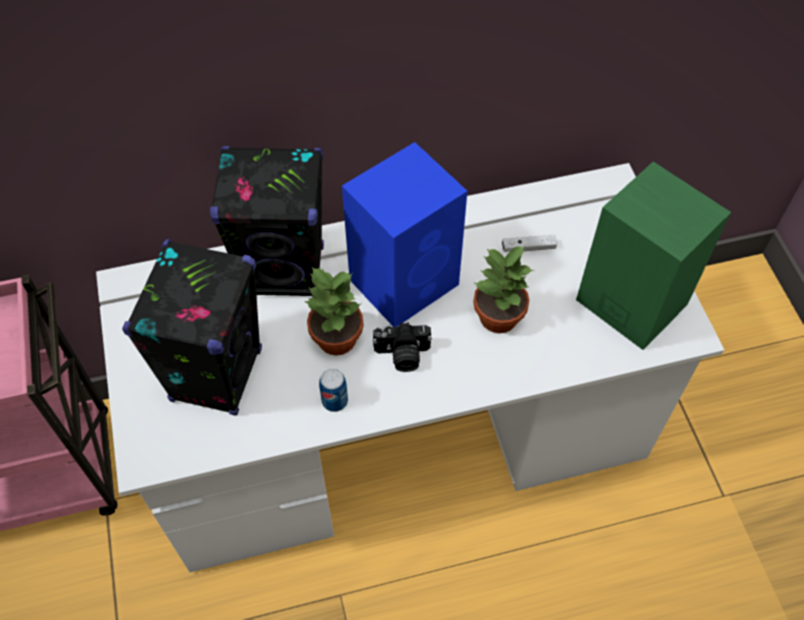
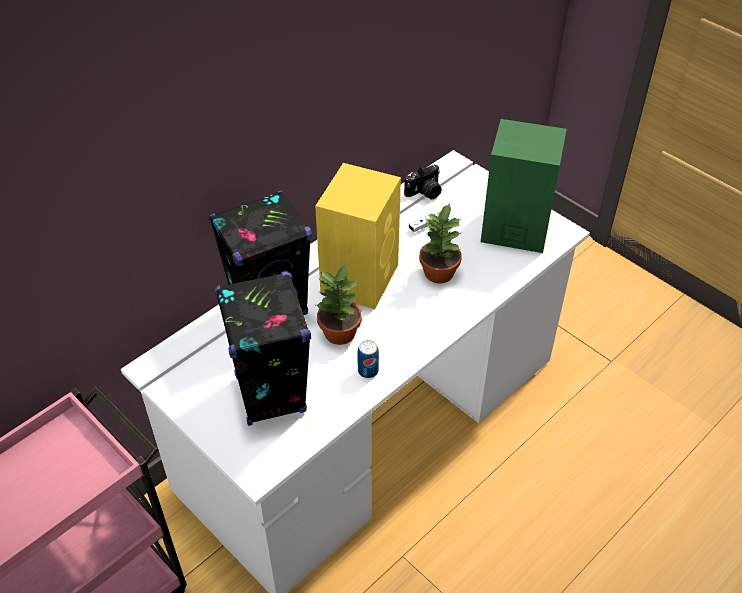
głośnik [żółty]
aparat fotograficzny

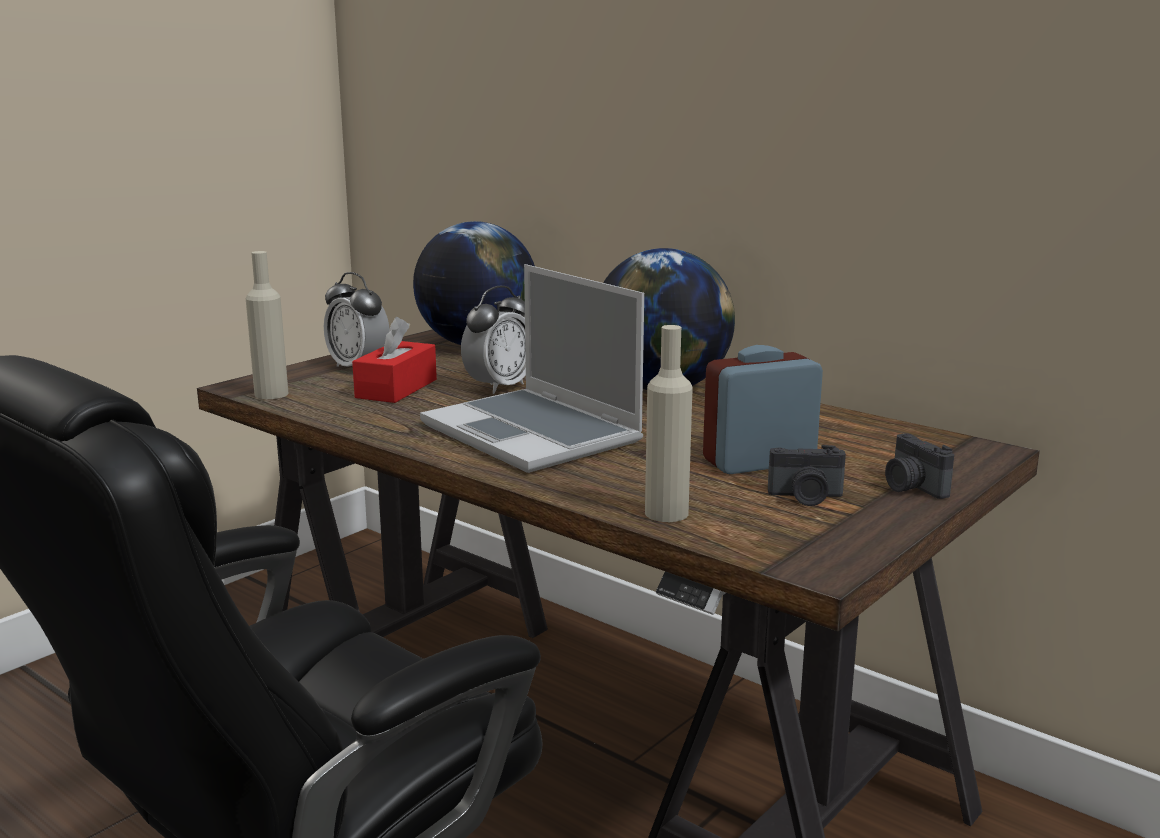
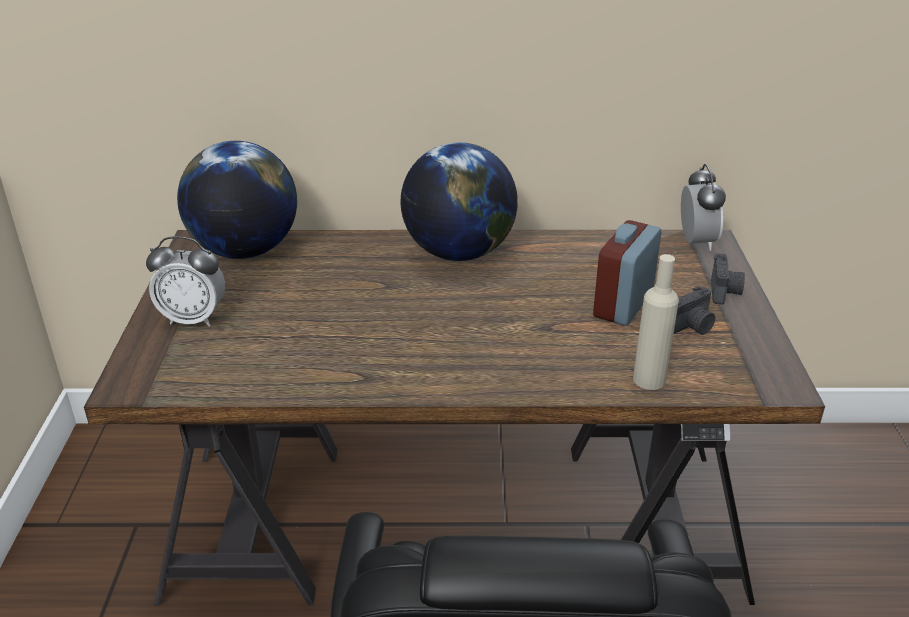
butelka [beżowy] (1st from left in the first image)
laptop
budzik (3rd from left)
pudełko chusteczek [czerwony]
aparat fotograficzny (2nd from left)

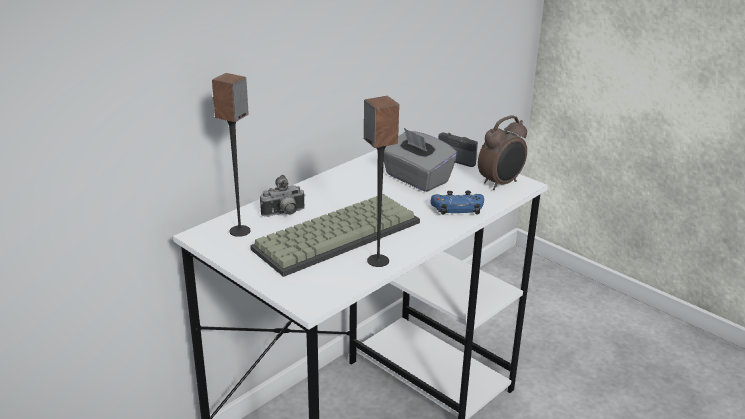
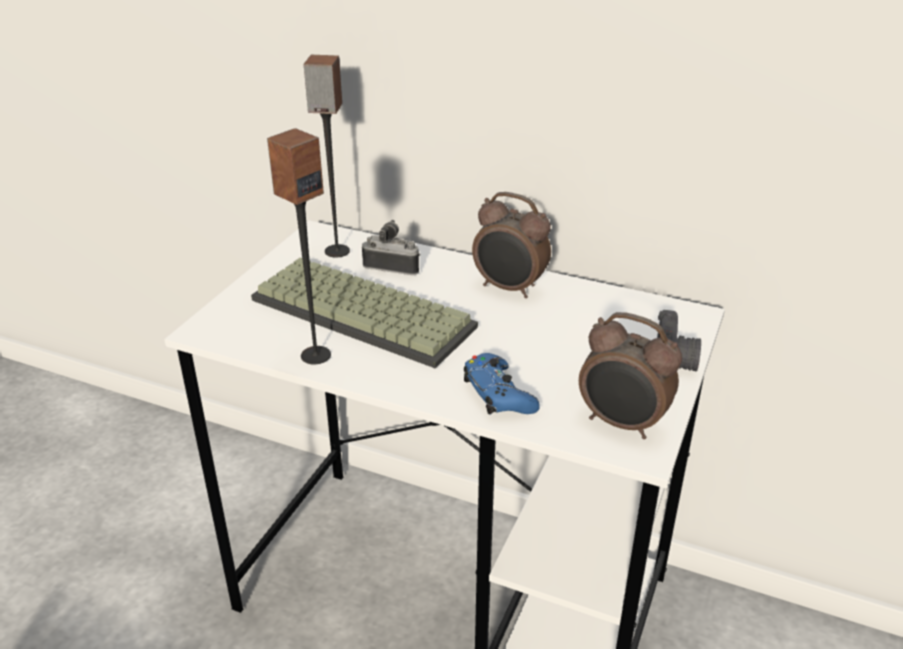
pudełko chusteczek [szary]
aparat fotograficzny (1st from left)
budzik (1st from left)

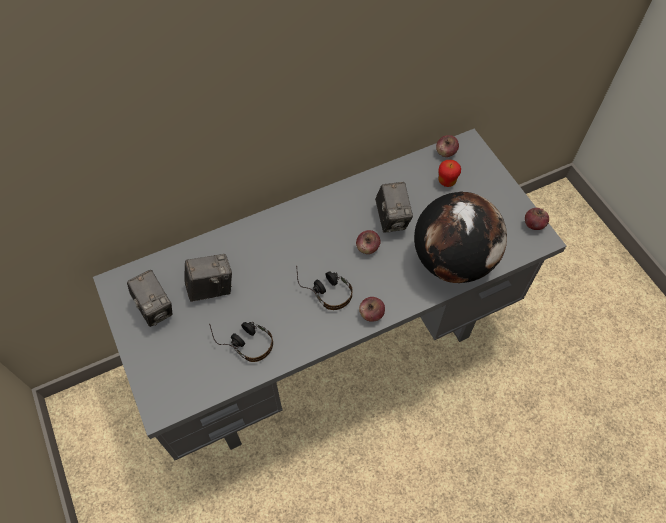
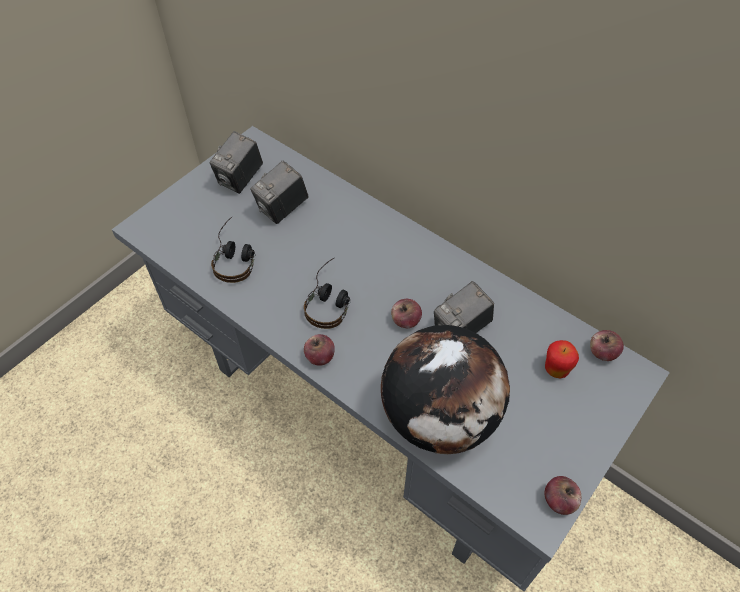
aparat fotograficzny (2nd from left)

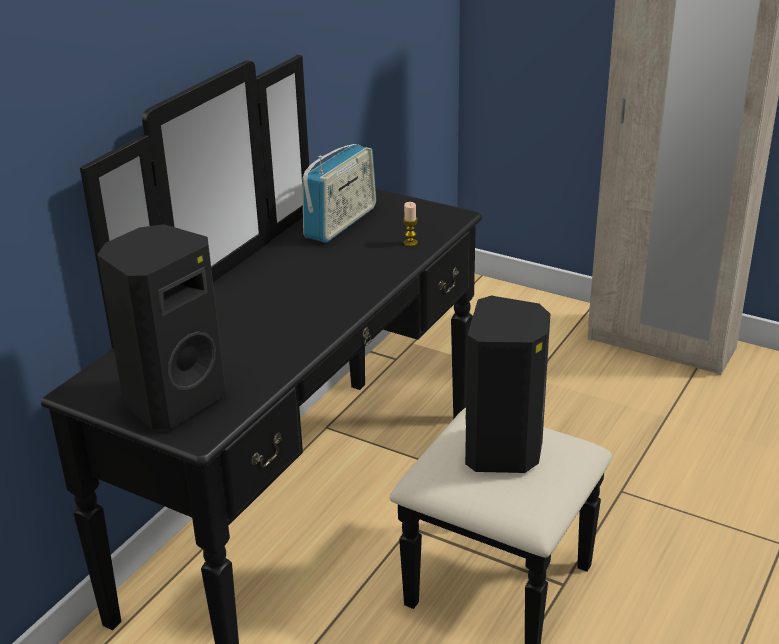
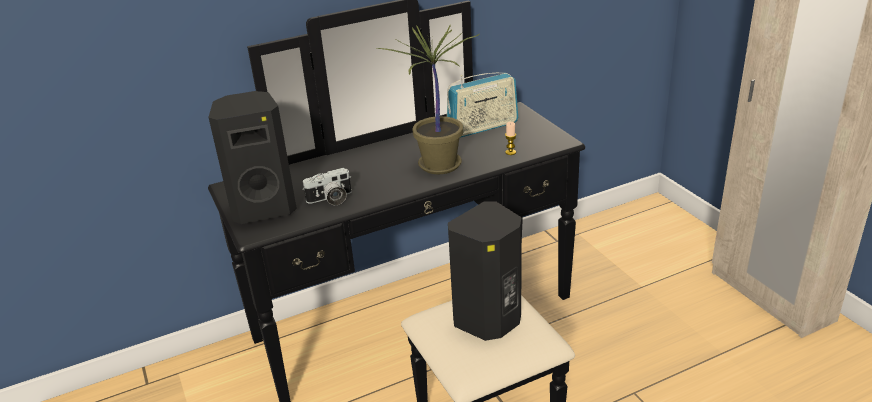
roślina doniczkowa
aparat fotograficzny

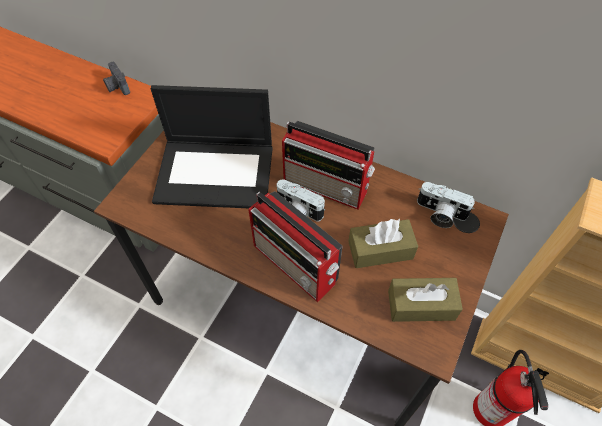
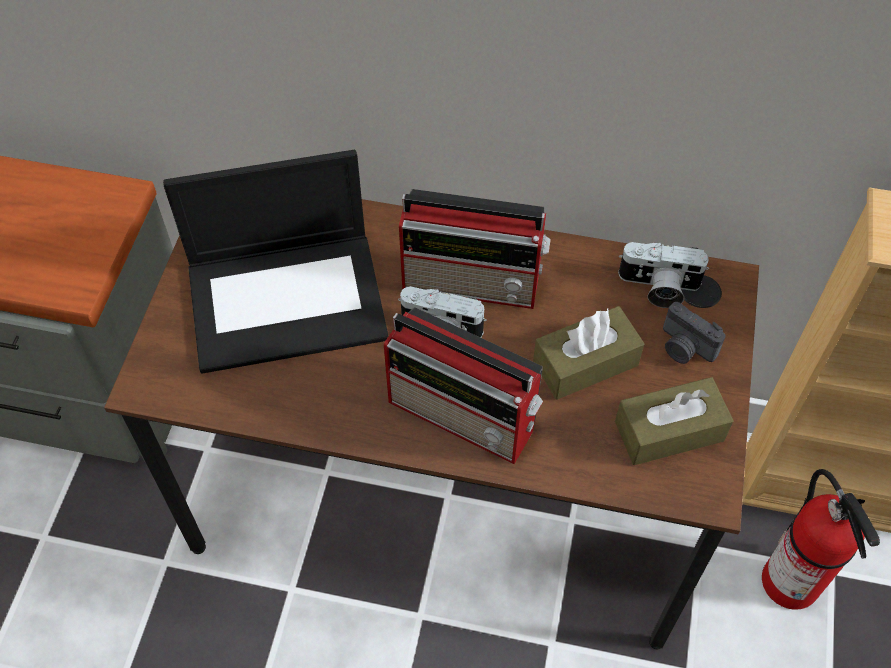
aparat fotograficzny (3rd from left)

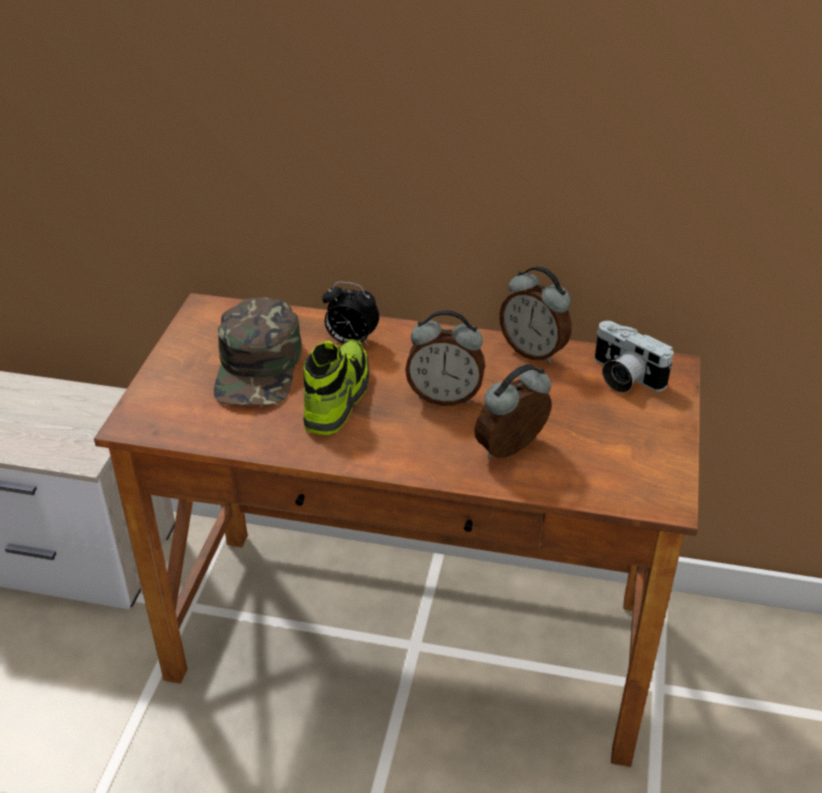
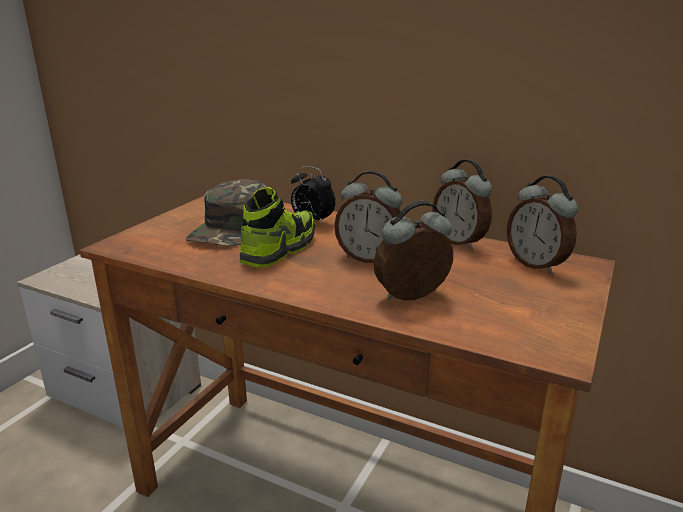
budzik (5th from left)

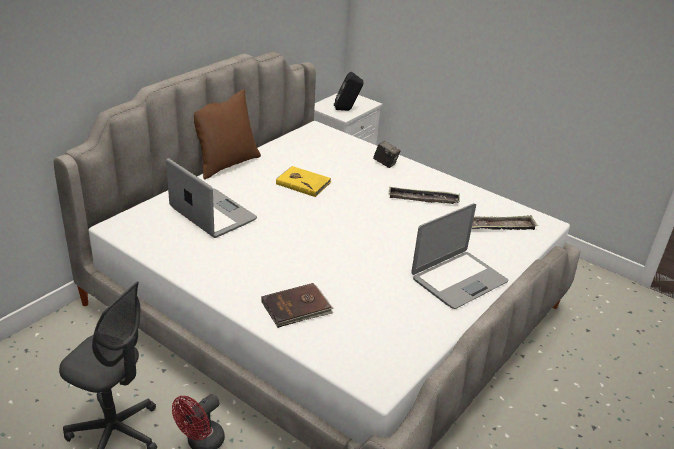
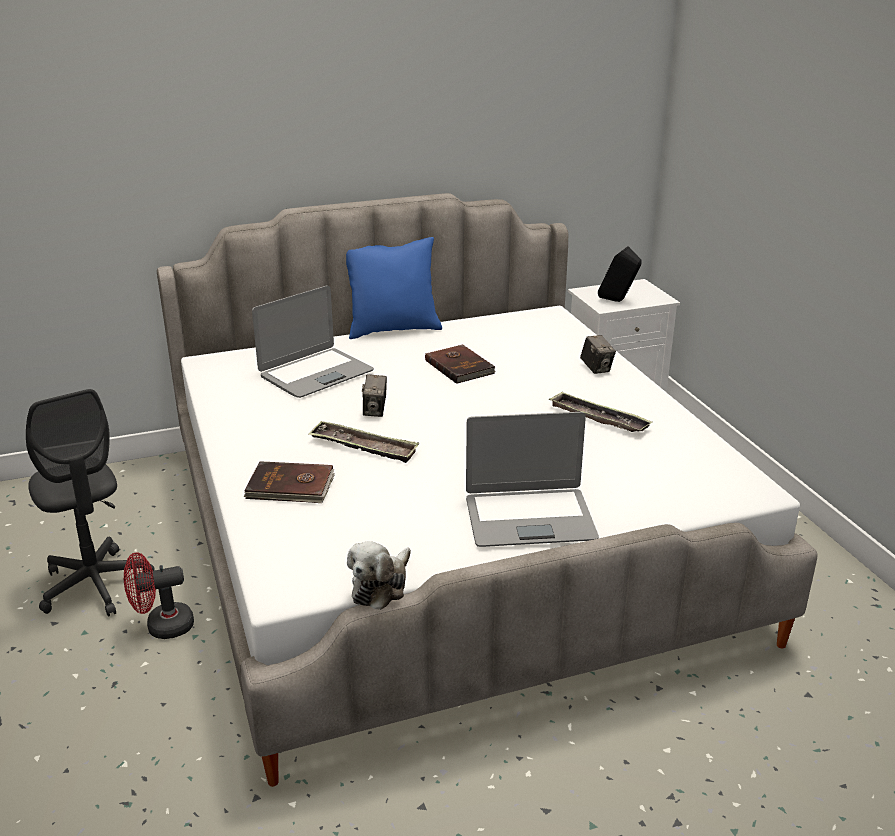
poduszka [niebieski]
laptop (1st from left)
książka [brązowy] (2nd from left)
taca (1st from left)
aparat fotograficzny (1st from left)
pluszak

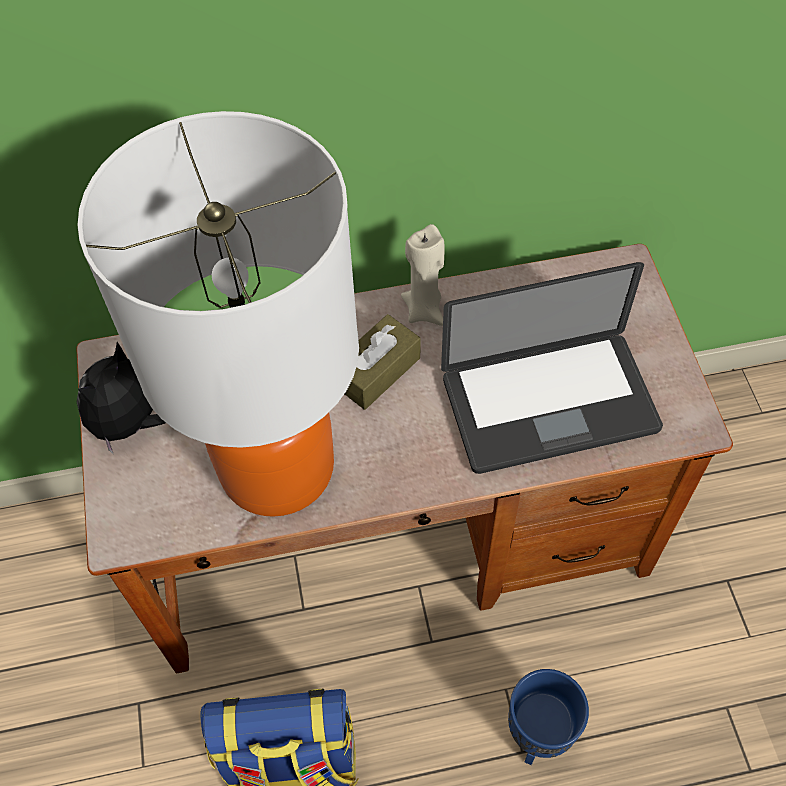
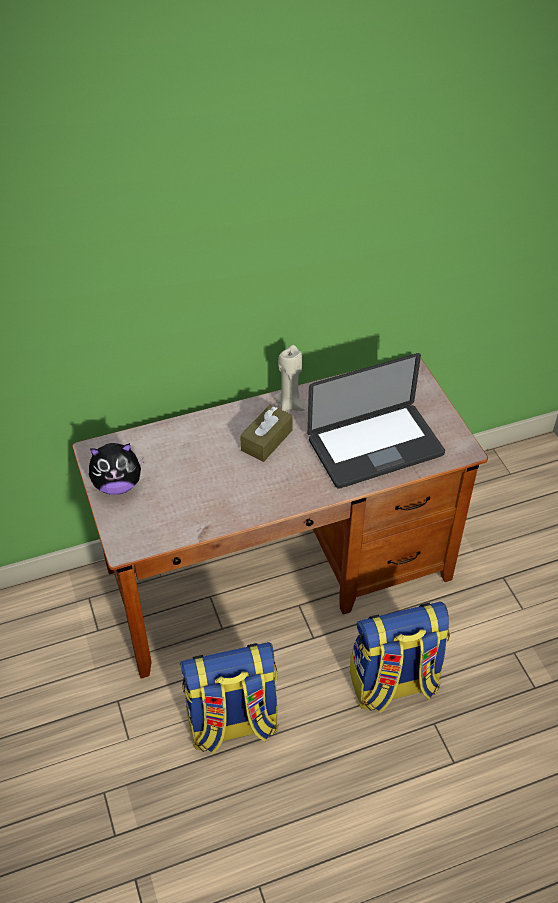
lampa stołowa
pluszak
plecak (2nd from left)

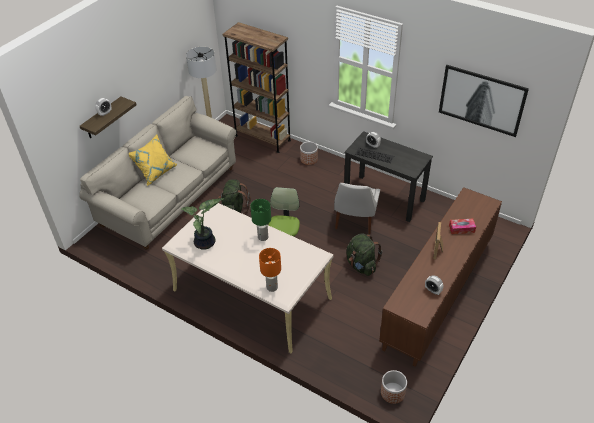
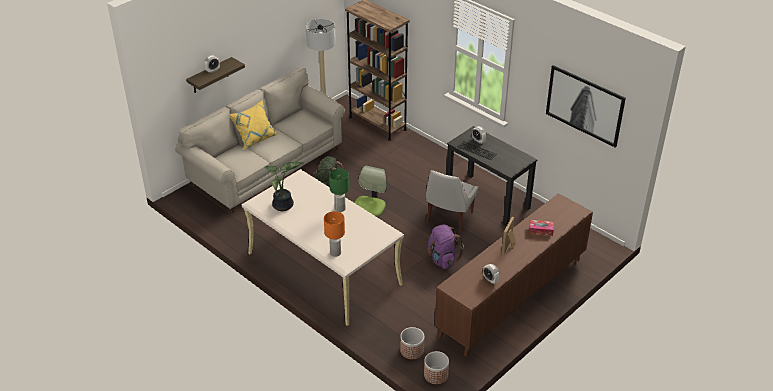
donica (1st from left)
plecak [fioletowy]

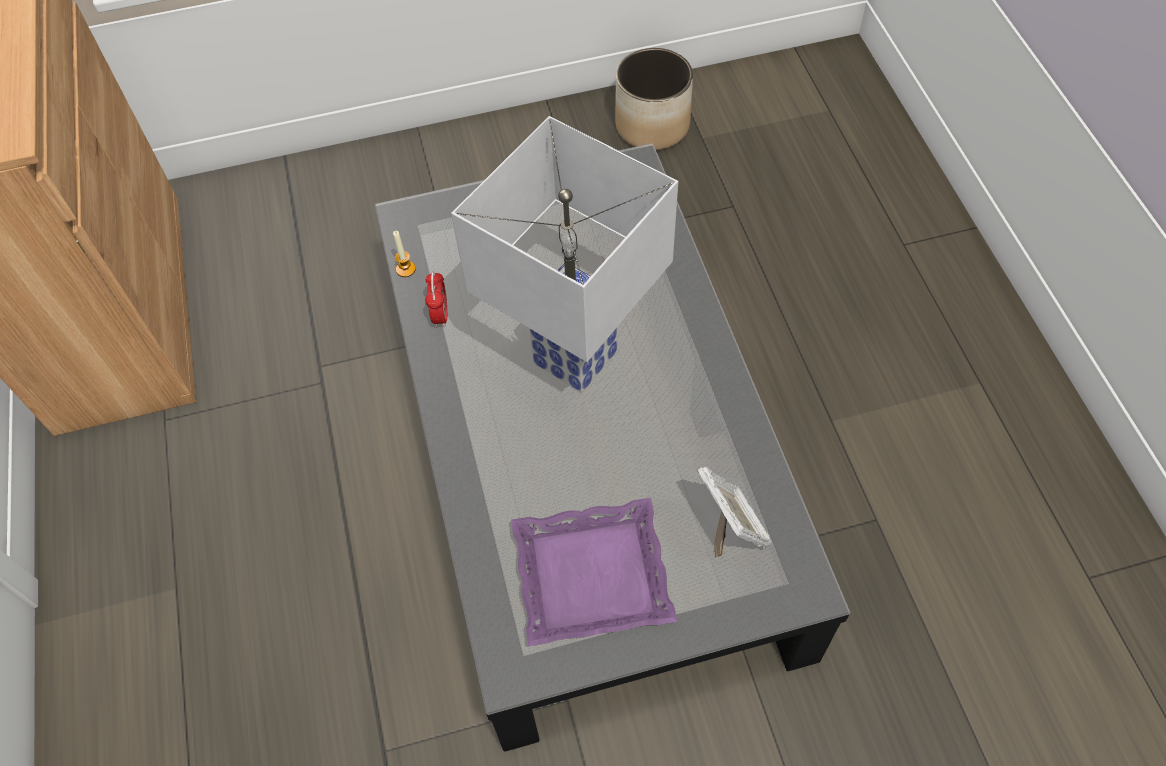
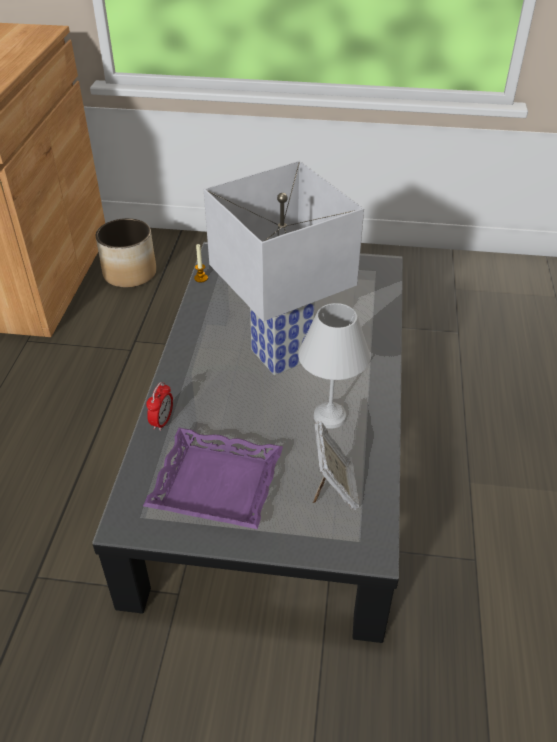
donica
budzik
lampa stołowa [biały] (2nd from left)

